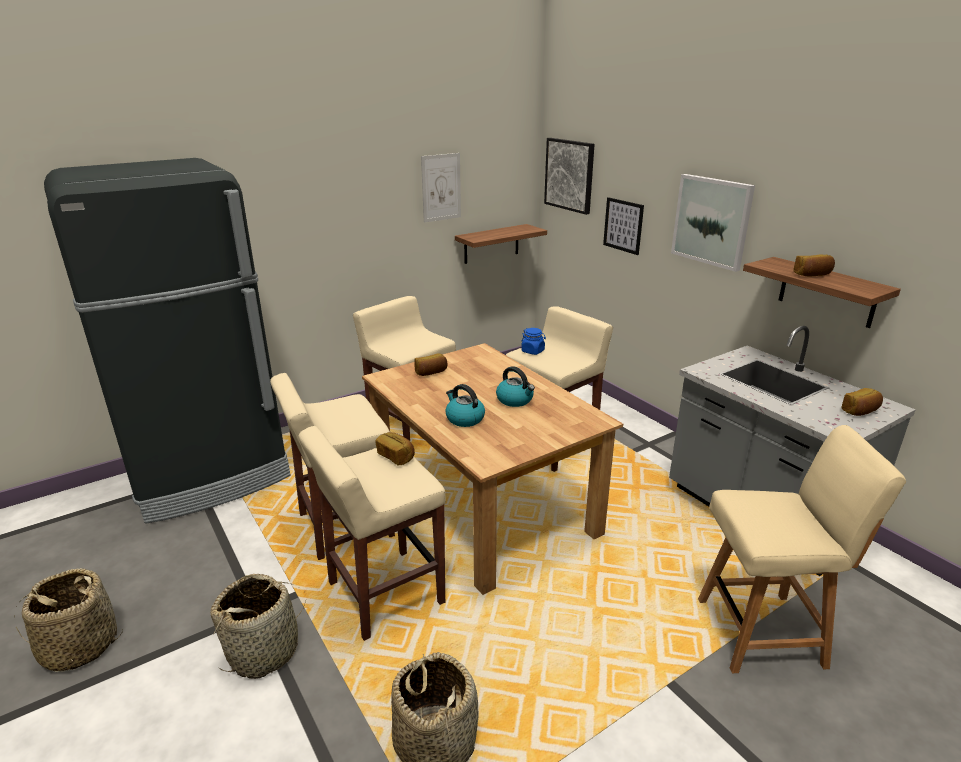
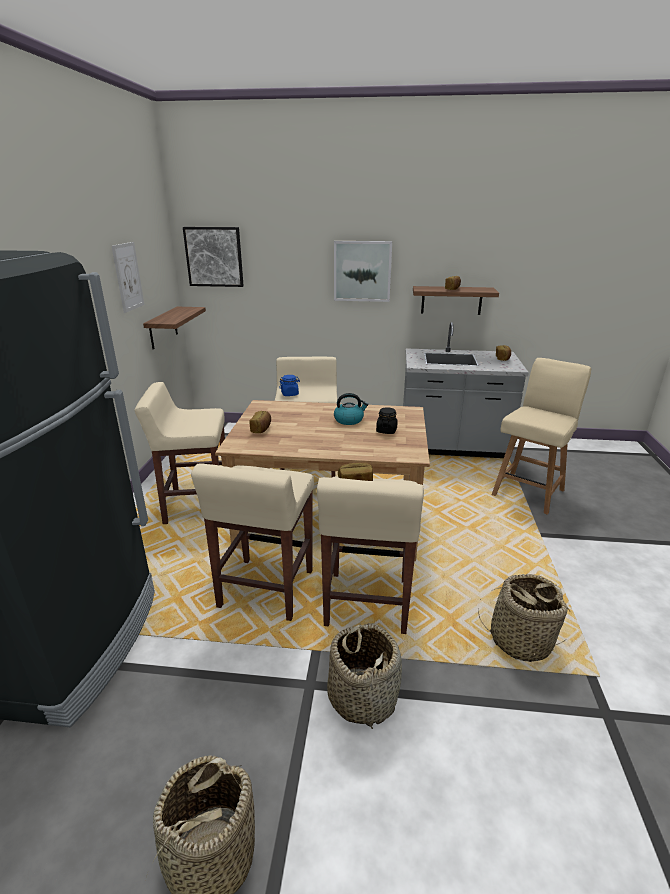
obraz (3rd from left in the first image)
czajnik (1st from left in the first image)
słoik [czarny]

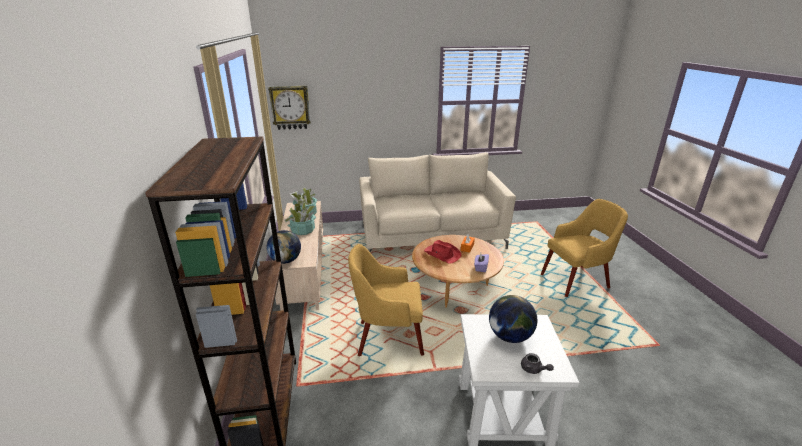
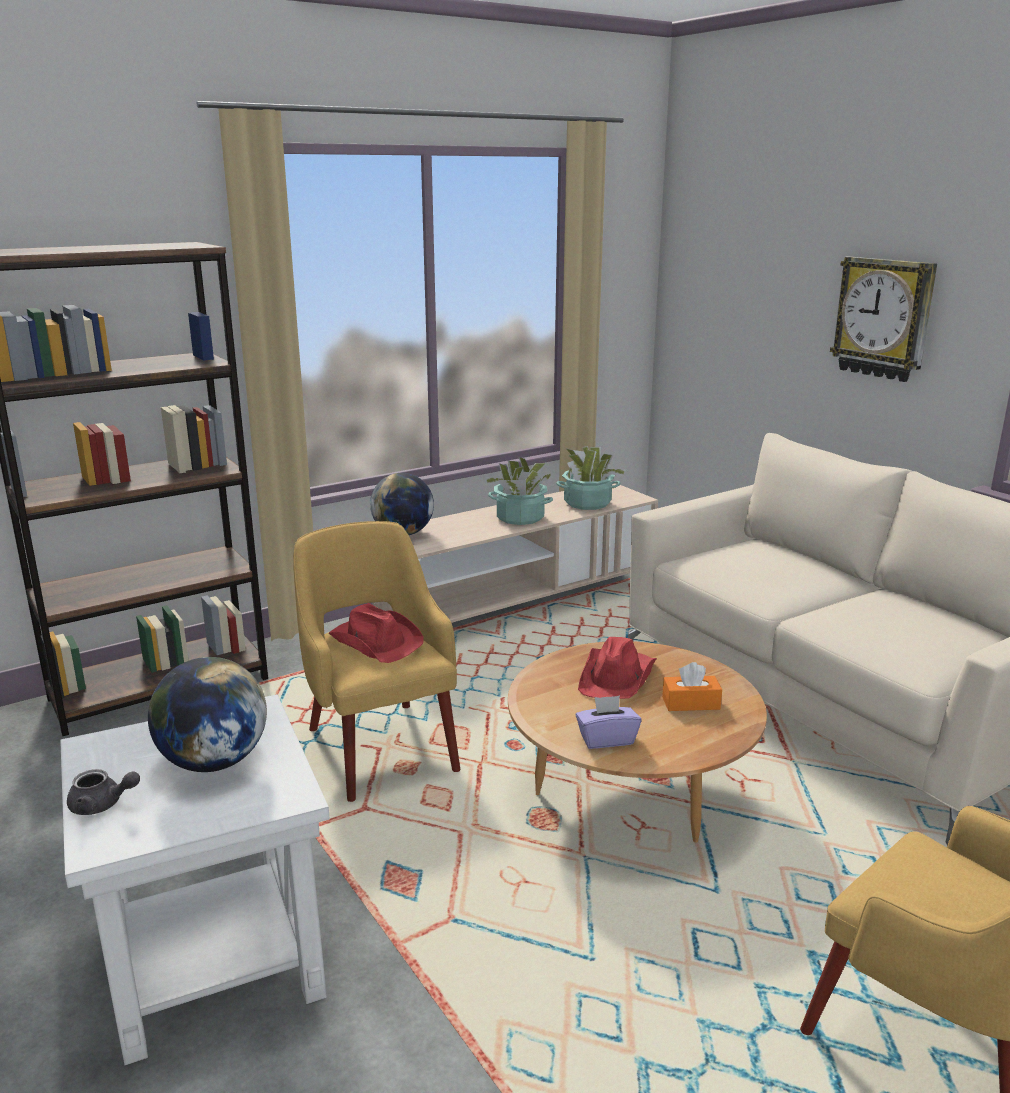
zegar ścienny
imbryk [szary]
kapelusz [czerwony] (1st from left)

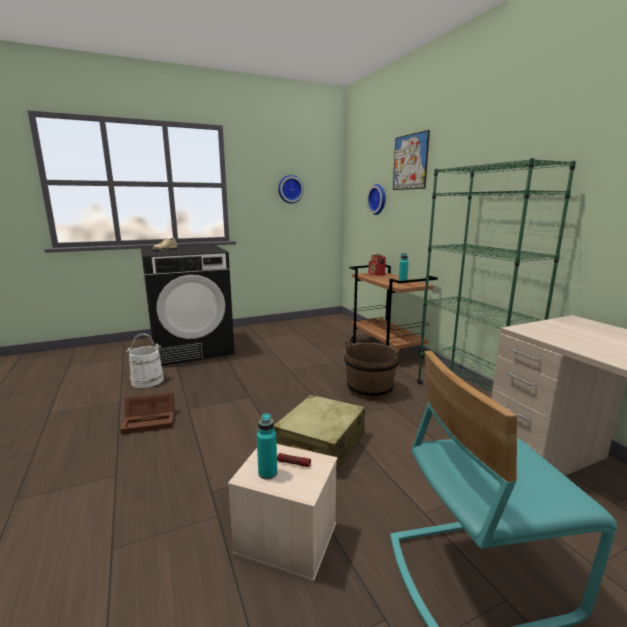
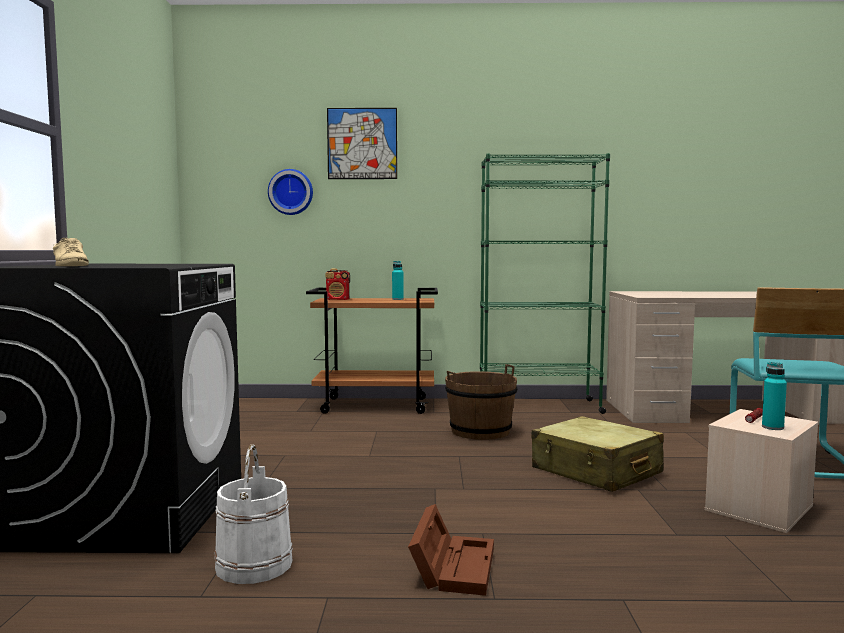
zegar ścienny (1st from left in the first image)

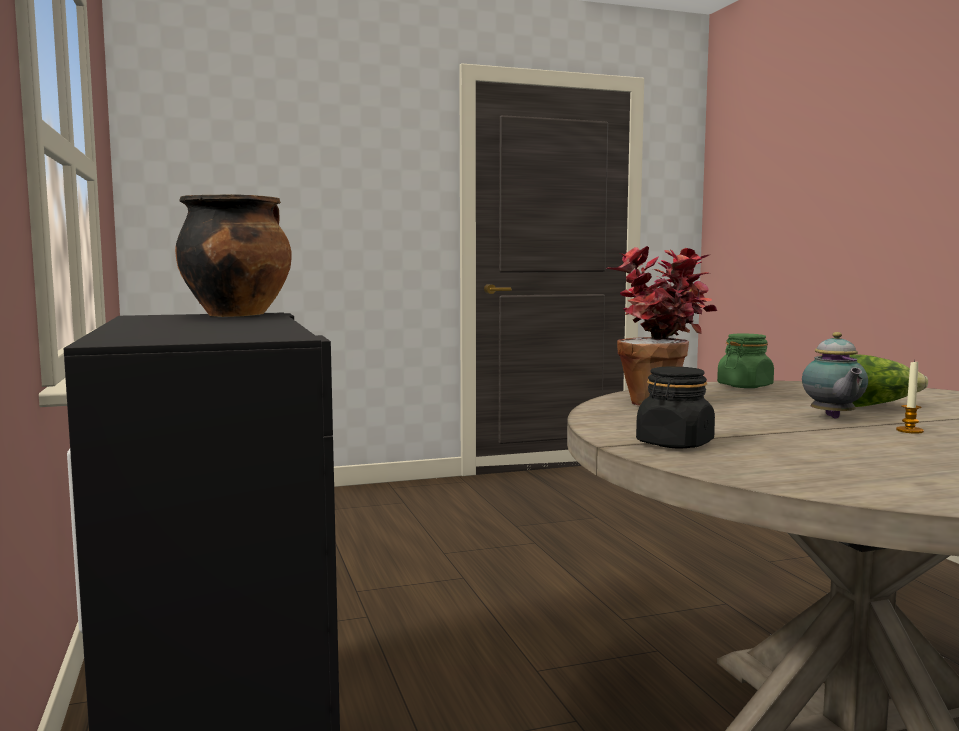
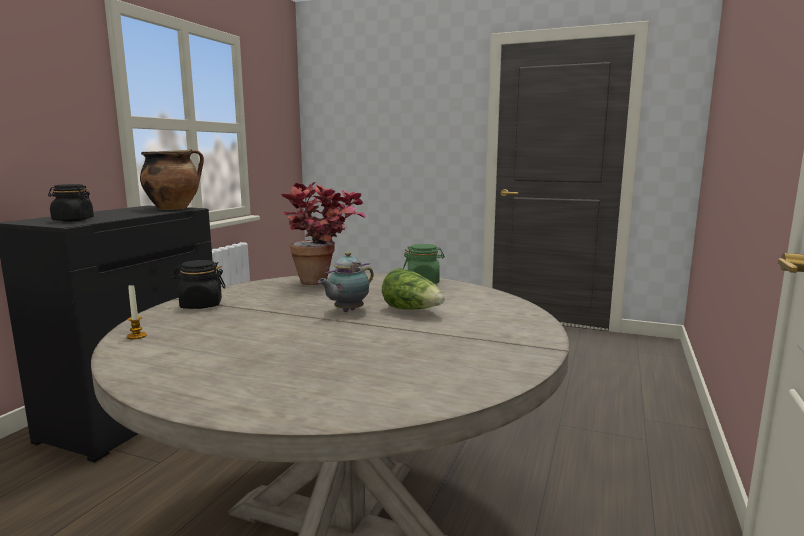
świeca
słoik [czarny] (1st from left)

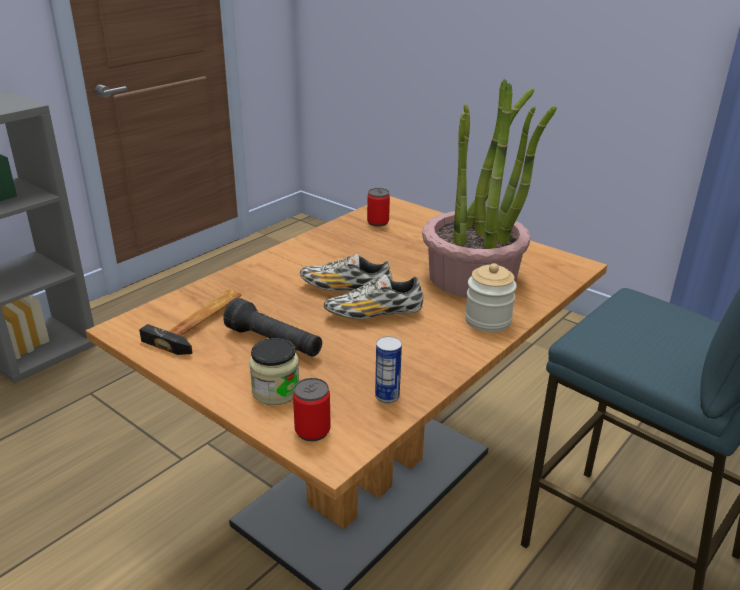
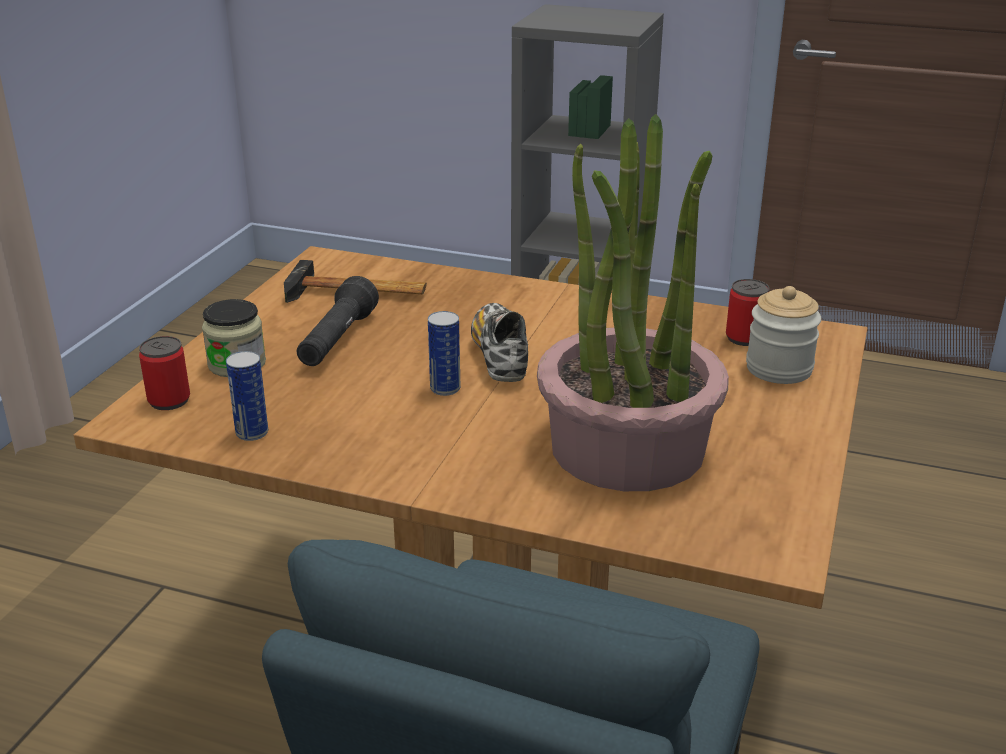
słoik (2nd from left)
puszka (3rd from left)

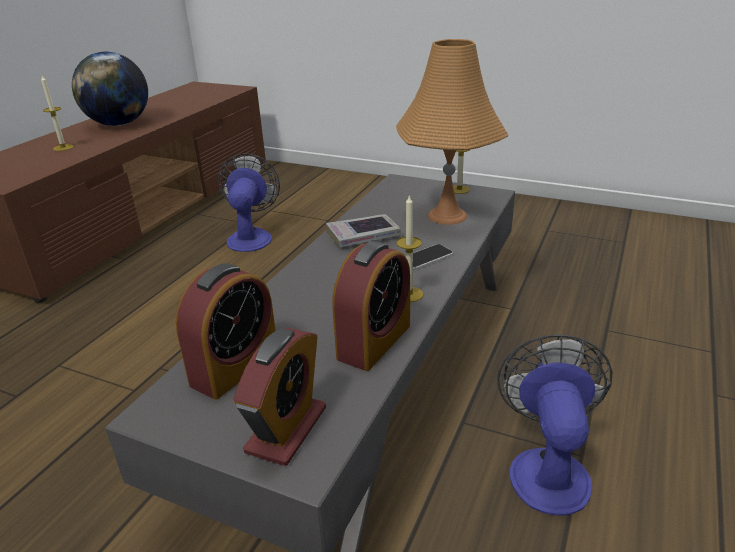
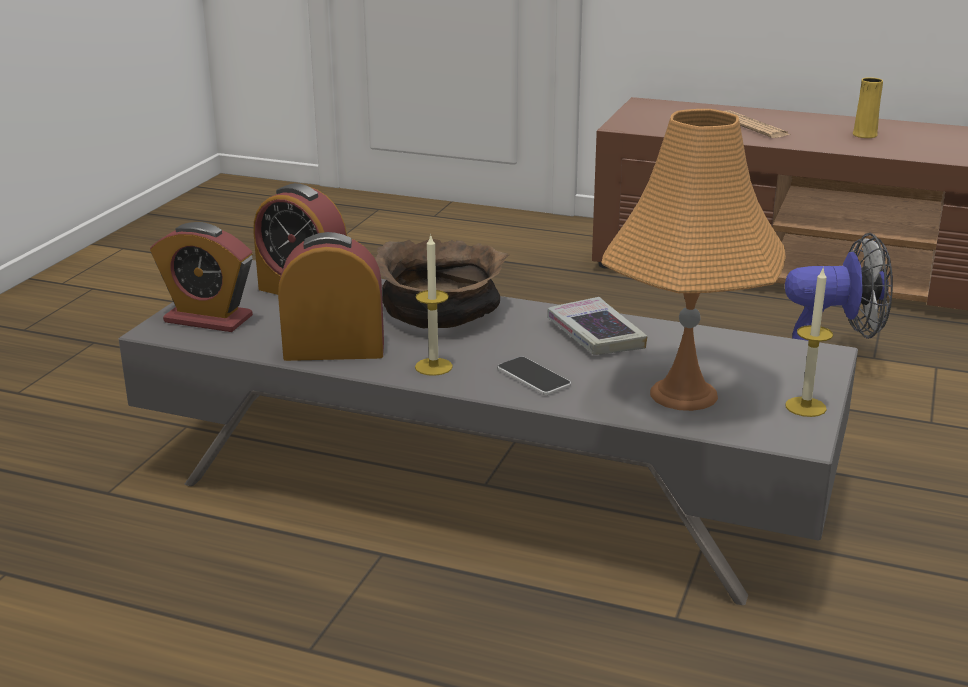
wazon [żółty]
gazeta
budzik (3rd from left)
wentylator (2nd from left in the first image)
miska [brązowy]

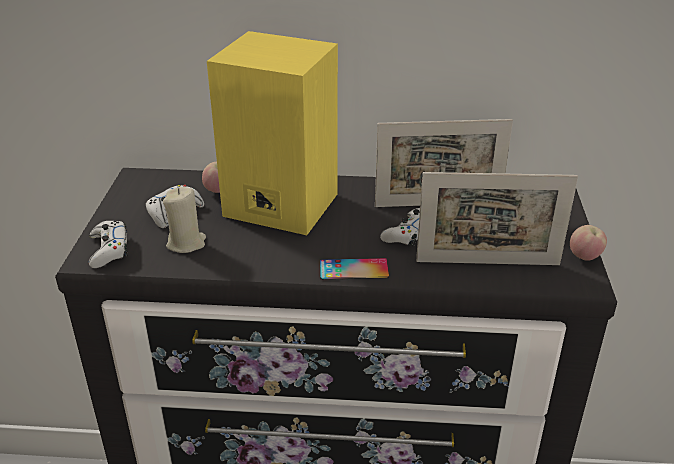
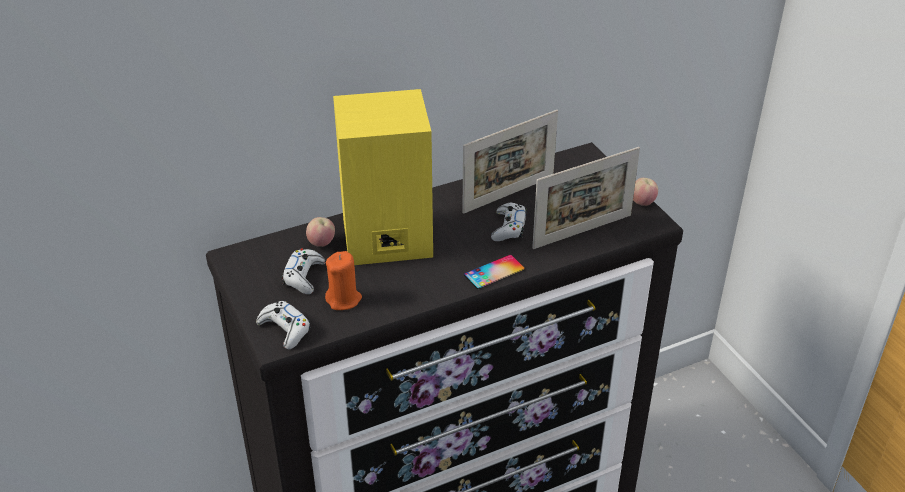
świeca [pomarańczowy]

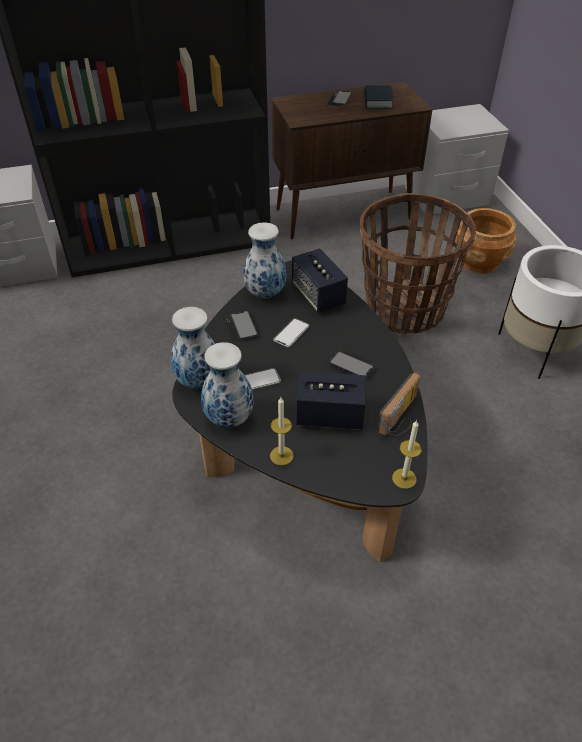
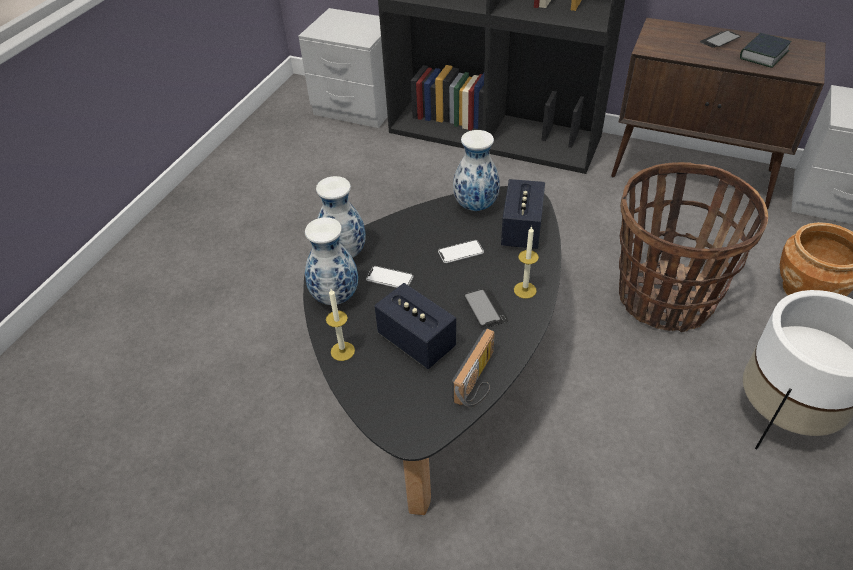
telefon (1st from left in the first image)
radio
świeca (2nd from left)

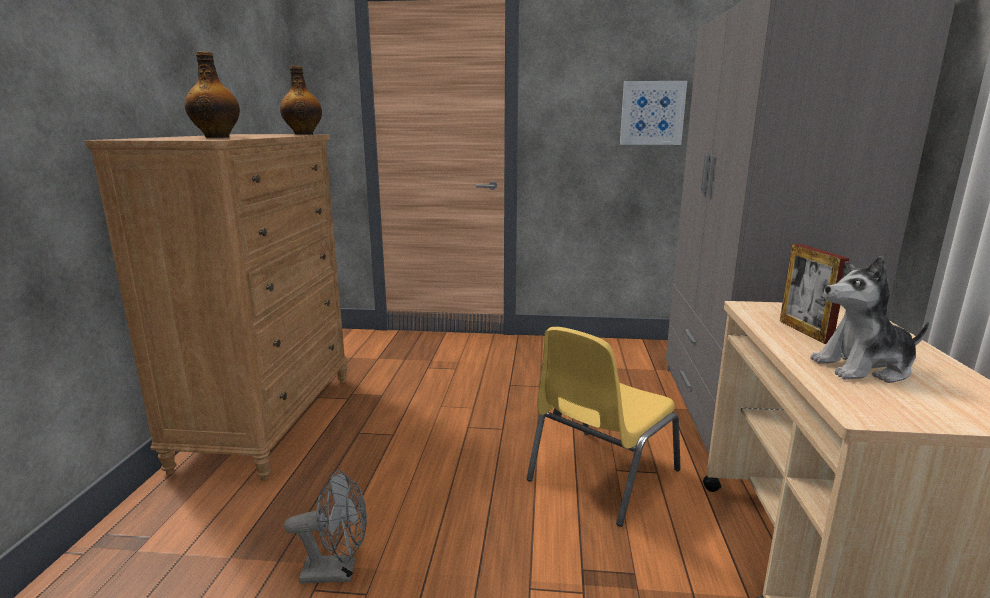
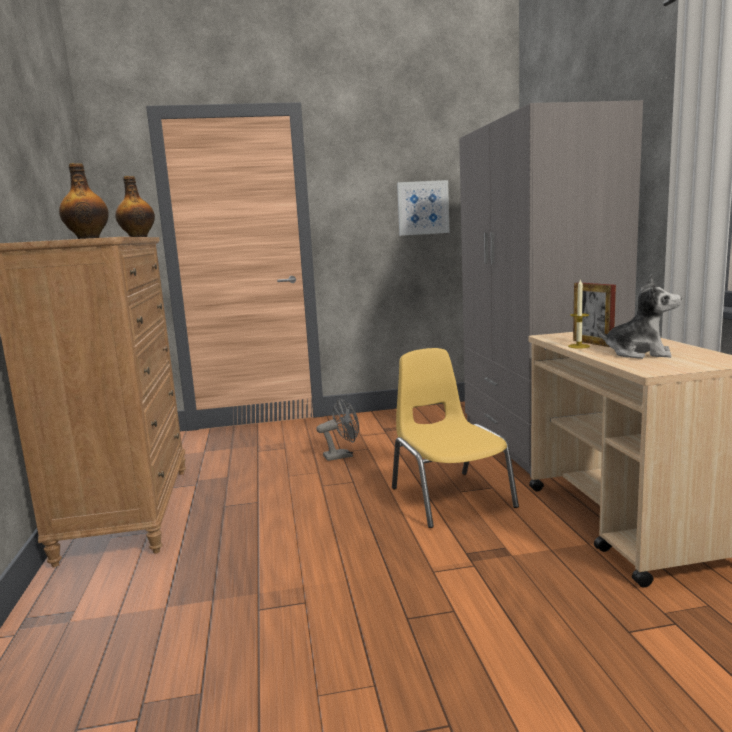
pluszak
krzesło [żółty]
wentylator [szary]
świeca

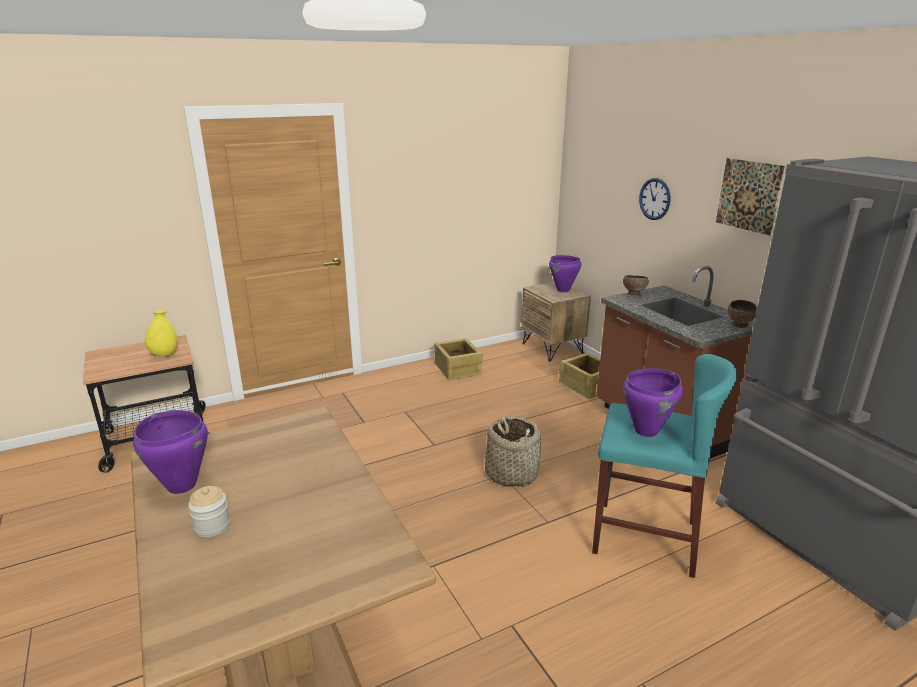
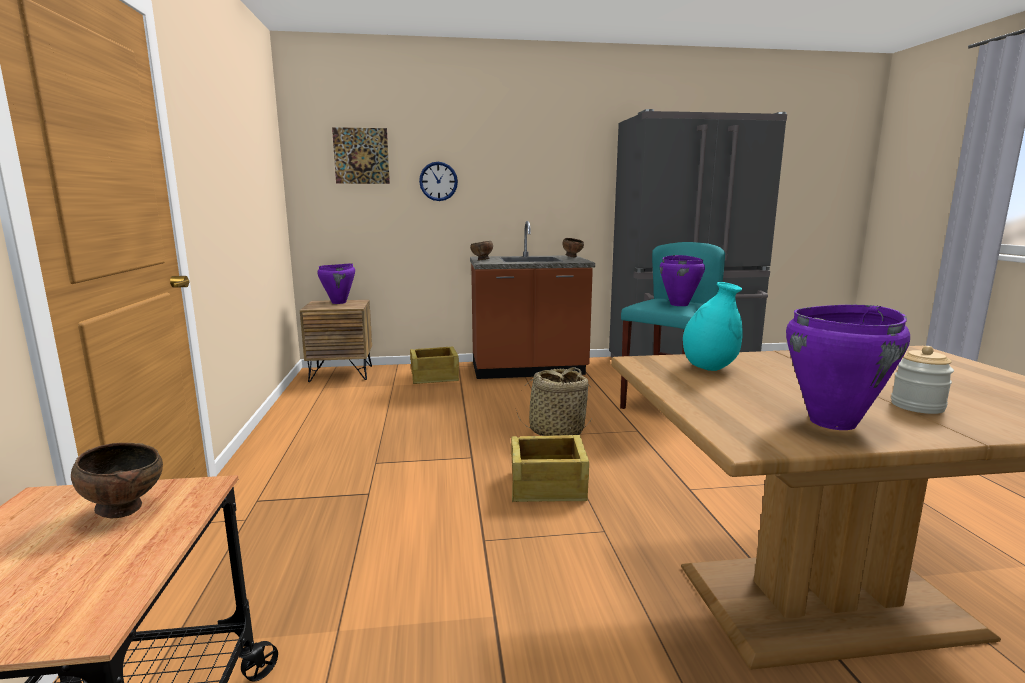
obraz
miska [brązowy] (1st from left)
skrzynka (2nd from left)
wazon [turkusowy]

